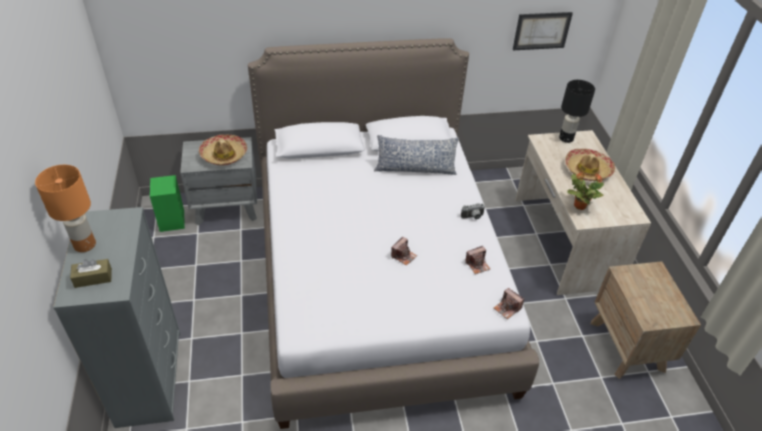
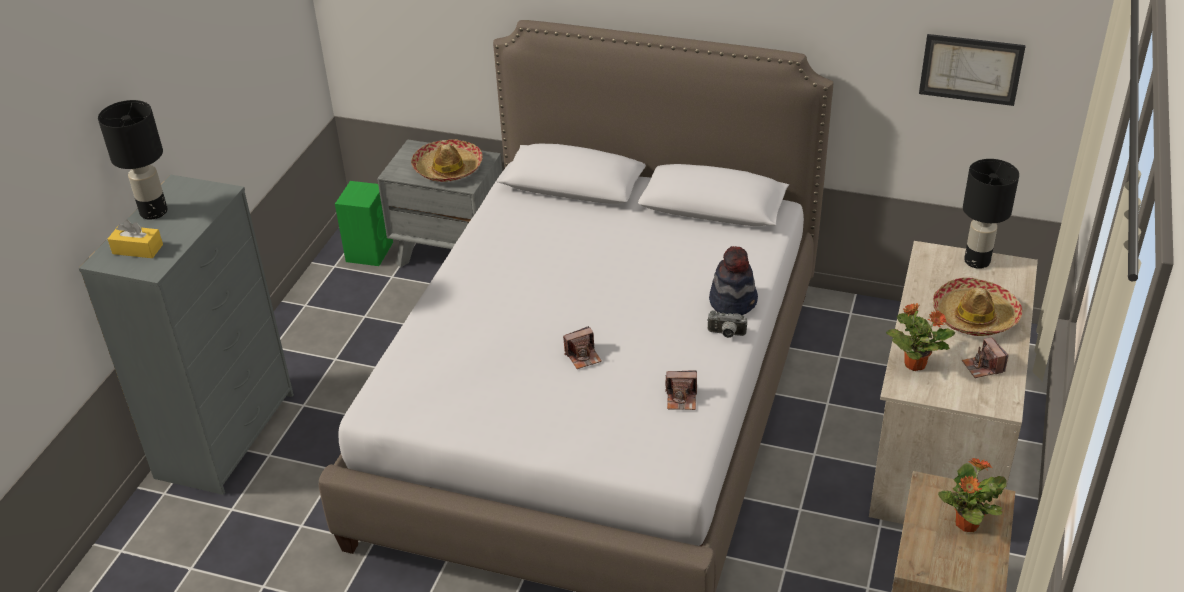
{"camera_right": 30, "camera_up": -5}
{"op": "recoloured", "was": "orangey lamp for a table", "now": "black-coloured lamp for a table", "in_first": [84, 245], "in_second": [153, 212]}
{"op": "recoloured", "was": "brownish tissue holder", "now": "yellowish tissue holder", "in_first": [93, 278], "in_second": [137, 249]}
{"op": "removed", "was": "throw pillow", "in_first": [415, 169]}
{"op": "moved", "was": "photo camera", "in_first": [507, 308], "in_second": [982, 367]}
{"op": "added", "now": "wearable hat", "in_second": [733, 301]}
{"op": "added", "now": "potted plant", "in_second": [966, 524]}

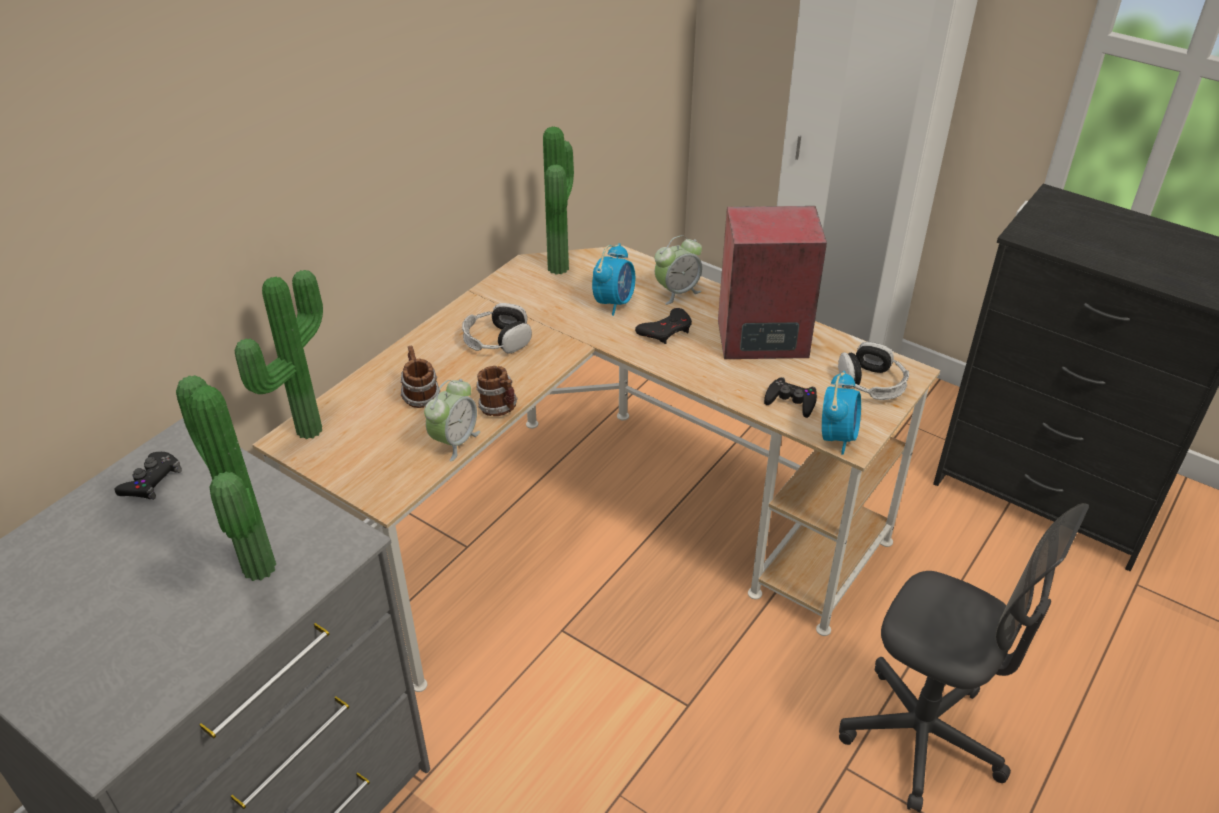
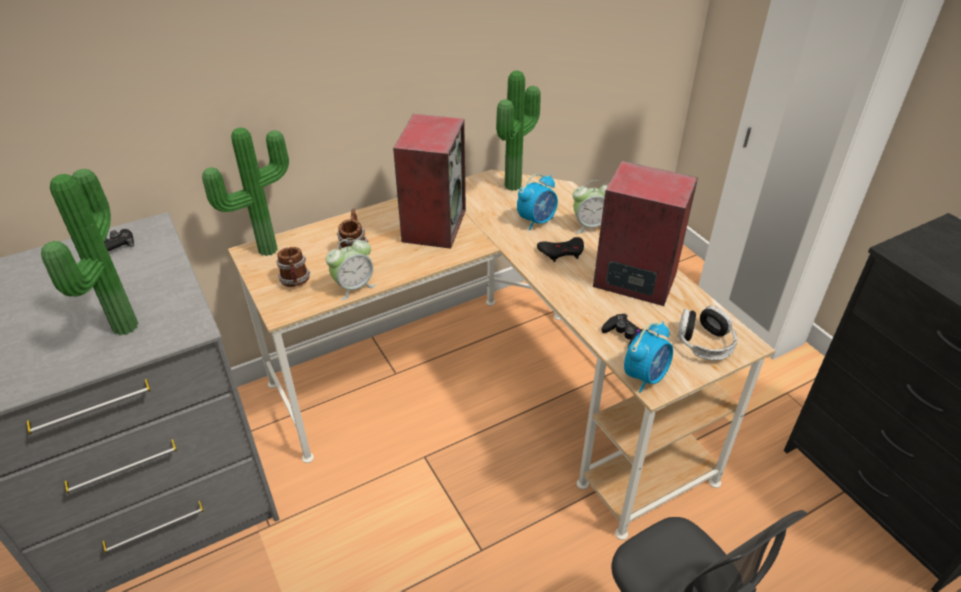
{"camera_right": 25, "camera_up": 0}
{"op": "replaced", "was": "headset", "now": "speaker", "in_first": [497, 340], "in_second": [433, 225]}
{"op": "moved", "was": "tea mug", "in_first": [500, 409], "in_second": [296, 282]}

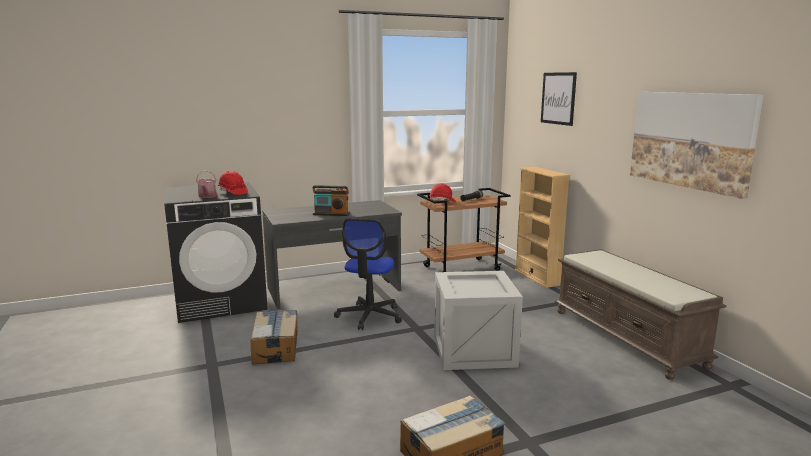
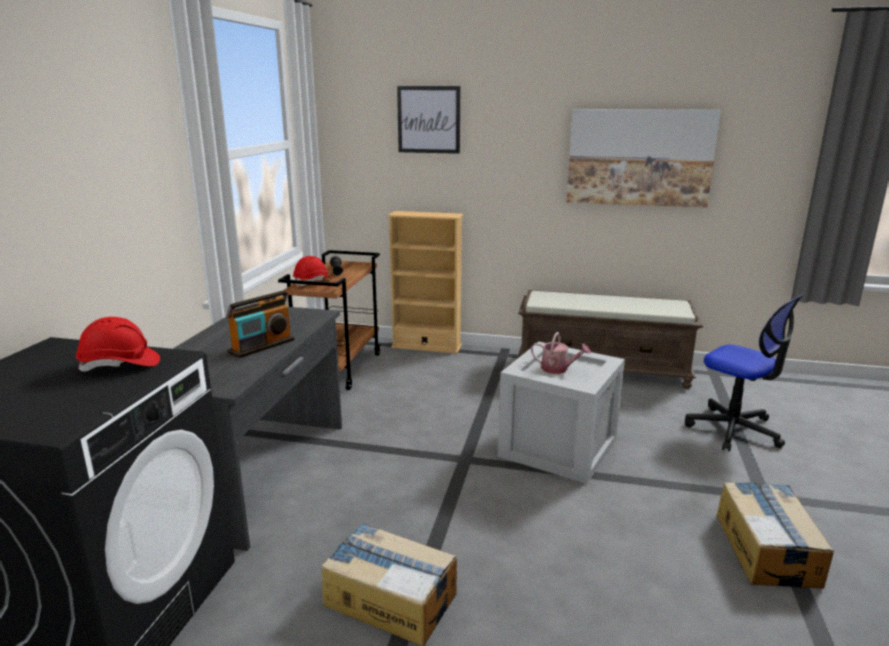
{"camera_right": -55, "camera_up": 5}
{"op": "moved", "was": "watering can", "in_first": [207, 196], "in_second": [558, 369]}
{"op": "moved", "was": "office chair", "in_first": [369, 316], "in_second": [734, 430]}

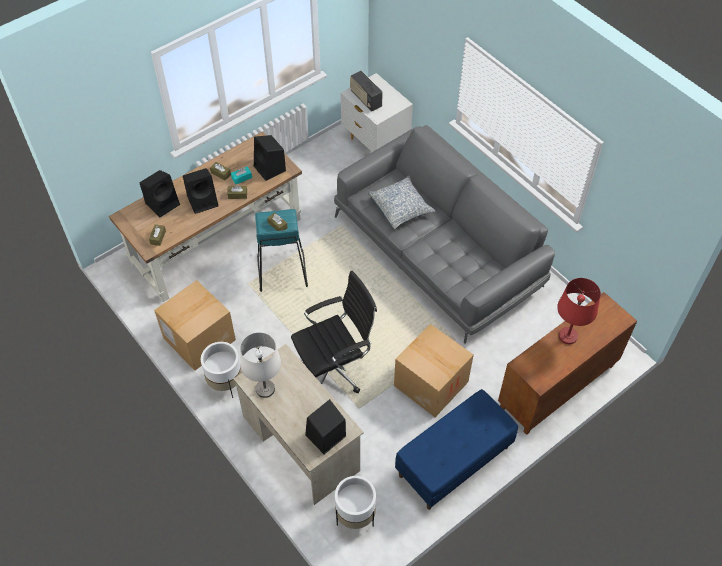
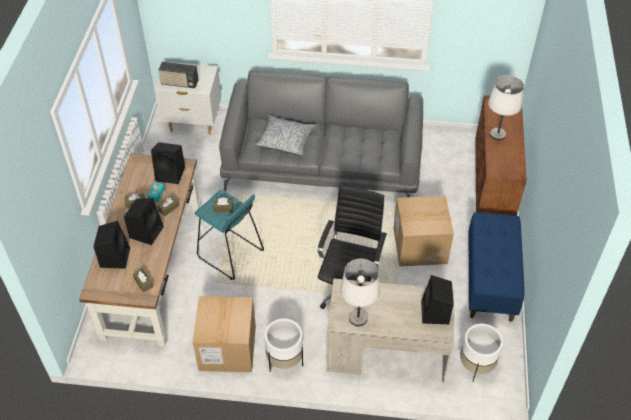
{"camera_right": -45, "camera_up": -5}
{"op": "recoloured", "was": "red-coloured lamp for a table", "now": "whitish lamp for a table", "in_first": [567, 336], "in_second": [497, 134]}

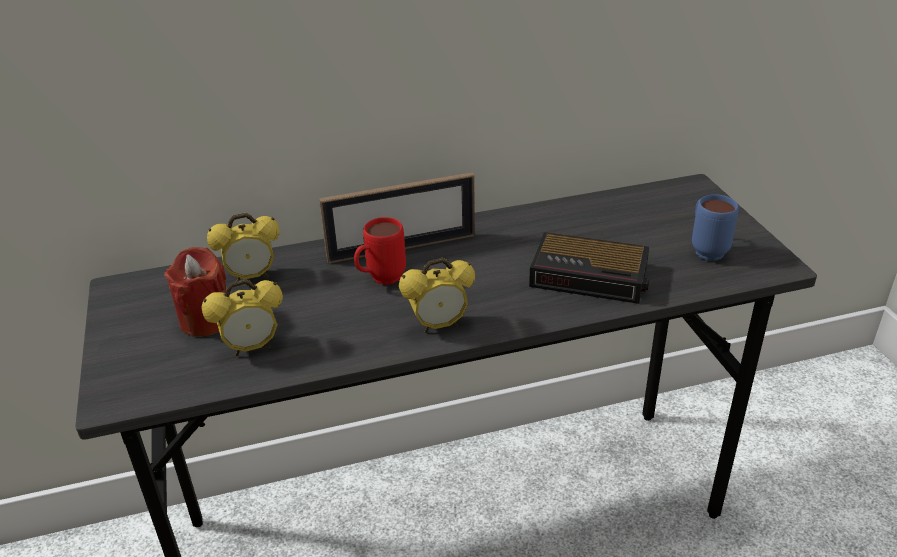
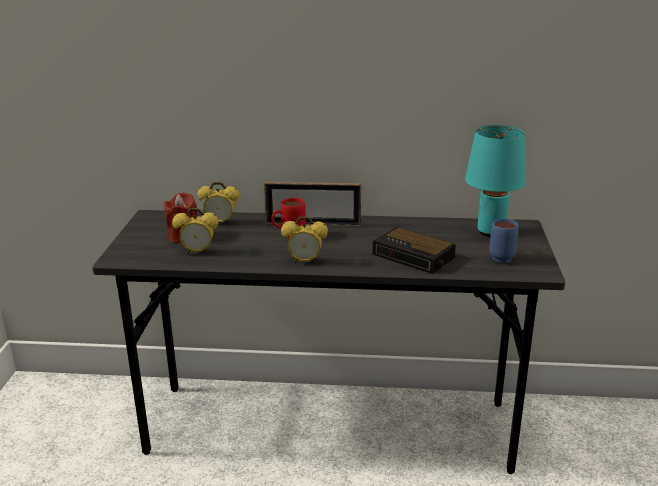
{"camera_right": 20, "camera_up": -10}
{"op": "added", "now": "turquoise-coloured lamp for a table", "in_second": [490, 232]}

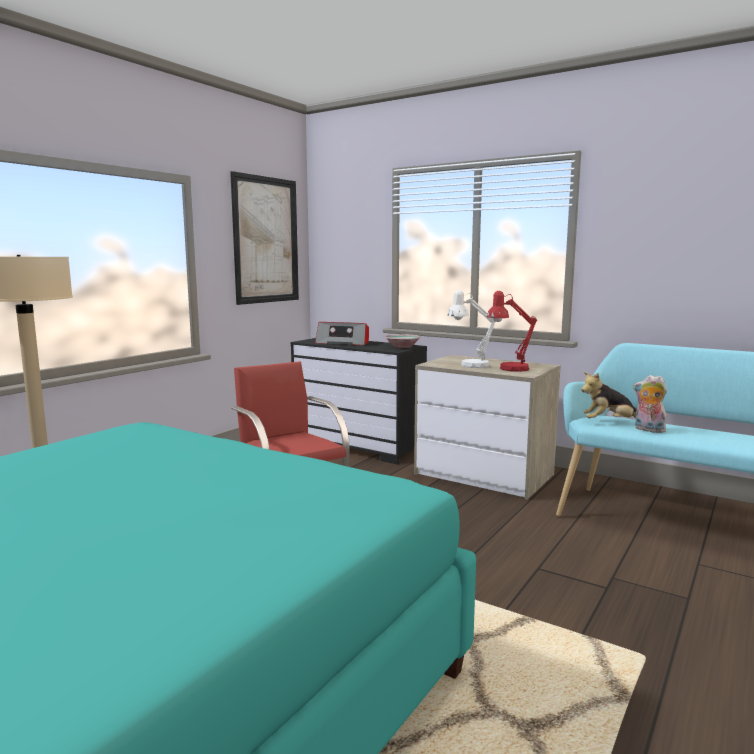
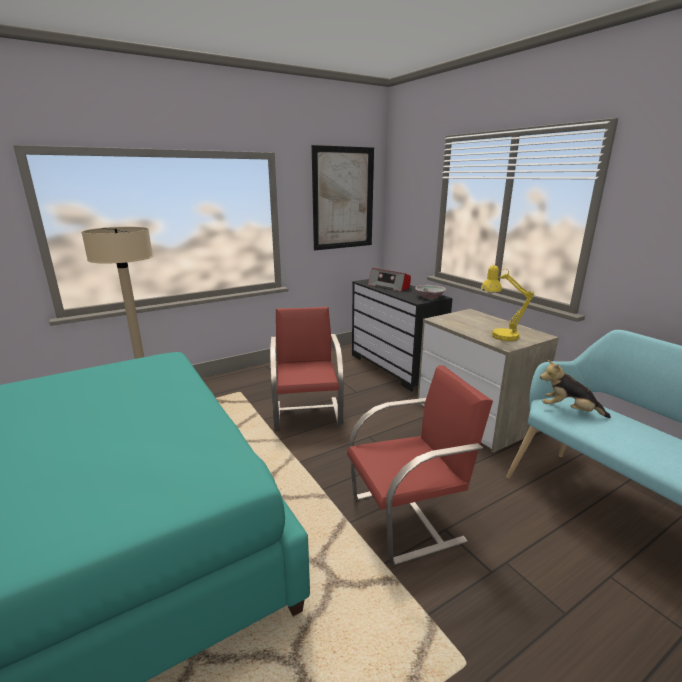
{"camera_right": 25, "camera_up": 10}
{"op": "removed", "was": "whitish lamp for a table", "in_first": [469, 366]}
{"op": "recoloured", "was": "red-coloured lamp for a table", "now": "yellowish lamp for a table", "in_first": [508, 369], "in_second": [499, 336]}
{"op": "removed", "was": "soft toy", "in_first": [648, 430]}
{"op": "added", "now": "red-coloured upright chair", "in_second": [409, 518]}

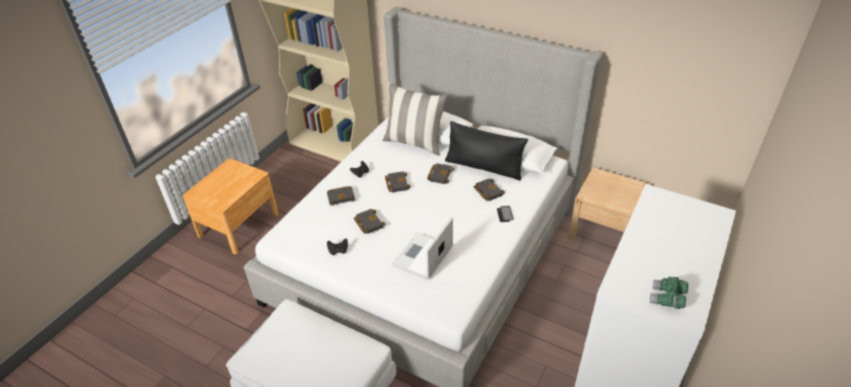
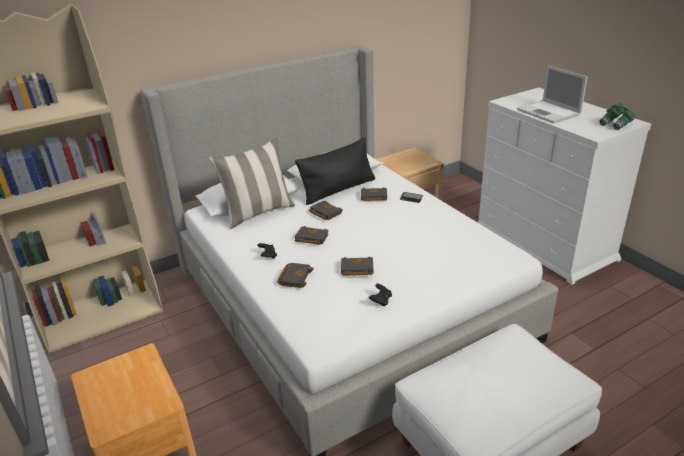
{"camera_right": -60, "camera_up": -10}
{"op": "moved", "was": "portable computer", "in_first": [422, 257], "in_second": [549, 112]}

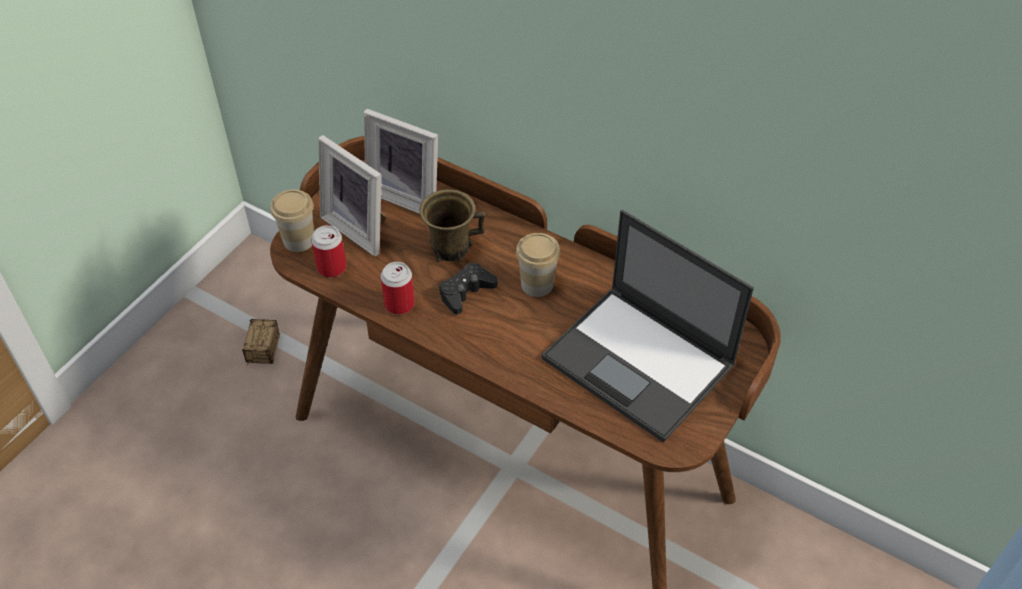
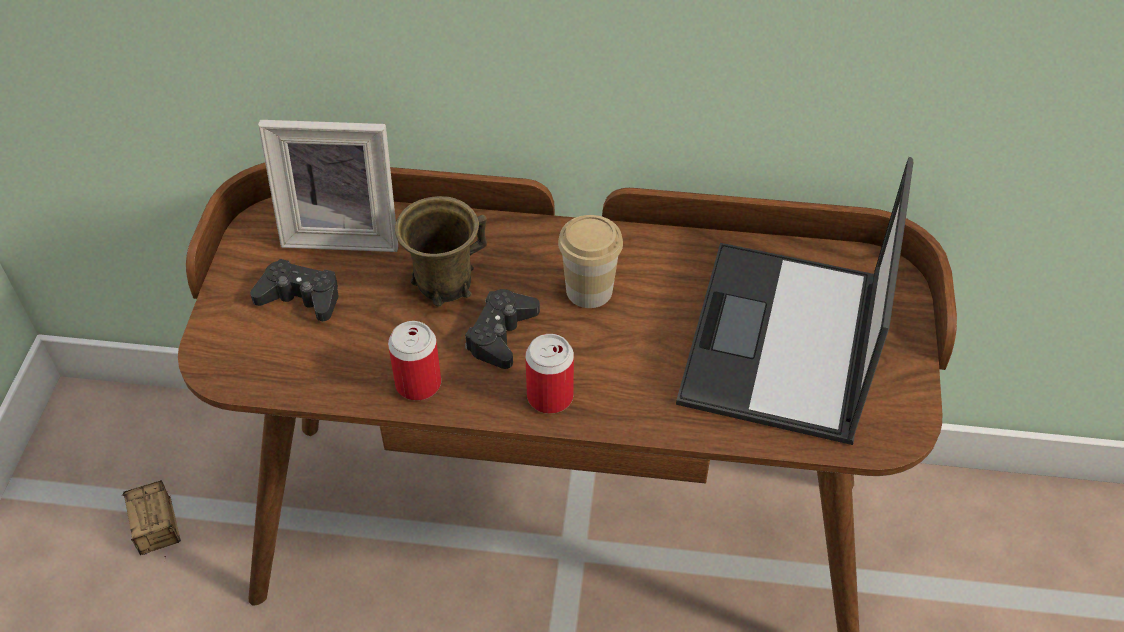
{"camera_right": -25, "camera_up": 0}
{"op": "removed", "was": "small cup", "in_first": [299, 240]}
{"op": "moved", "was": "can", "in_first": [331, 267], "in_second": [550, 396]}
{"op": "replaced", "was": "picture frame", "now": "black-coloured gamepad", "in_first": [360, 227], "in_second": [300, 297]}
{"op": "turned", "was": "portable computer", "in_first": [640, 363], "in_second": [782, 344], "clockwise": 90}

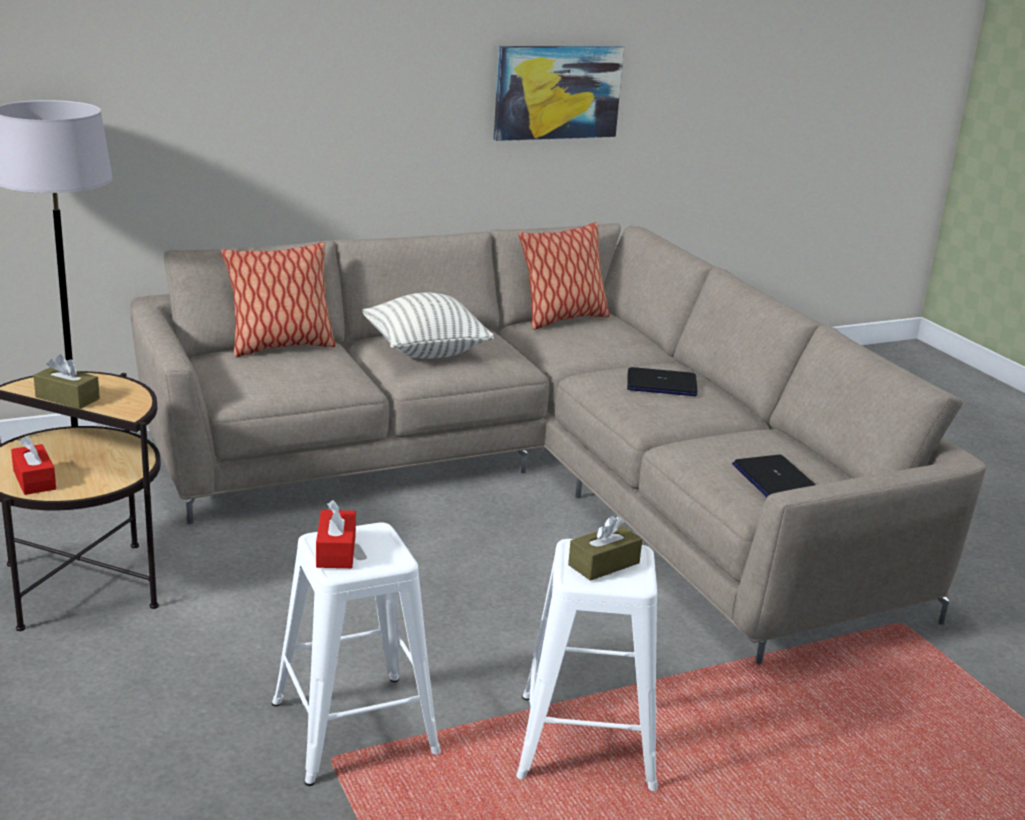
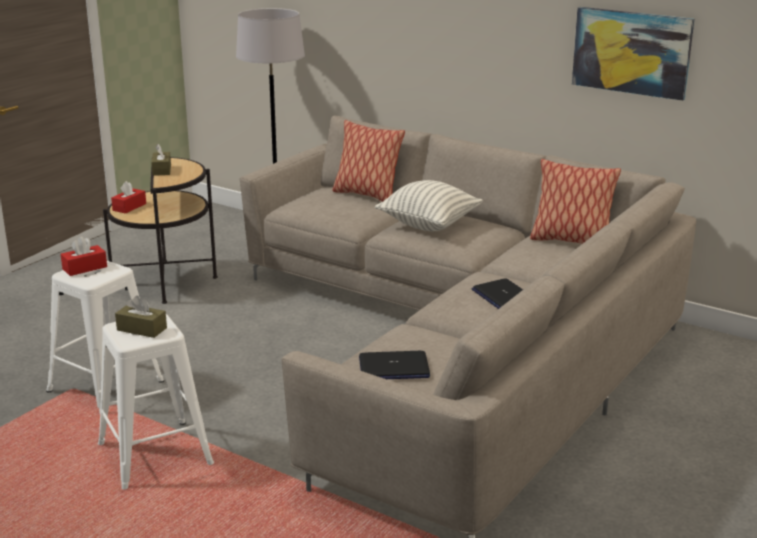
{"camera_right": 60, "camera_up": 0}
{"op": "turned", "was": "portable computer", "in_first": [774, 479], "in_second": [393, 368], "clockwise": -135}

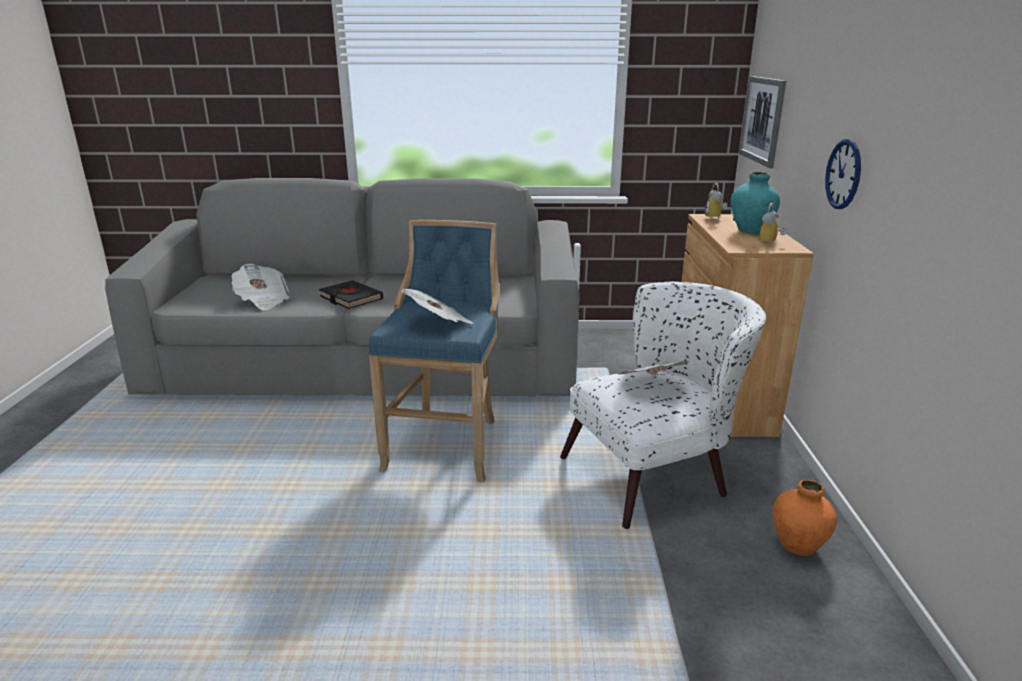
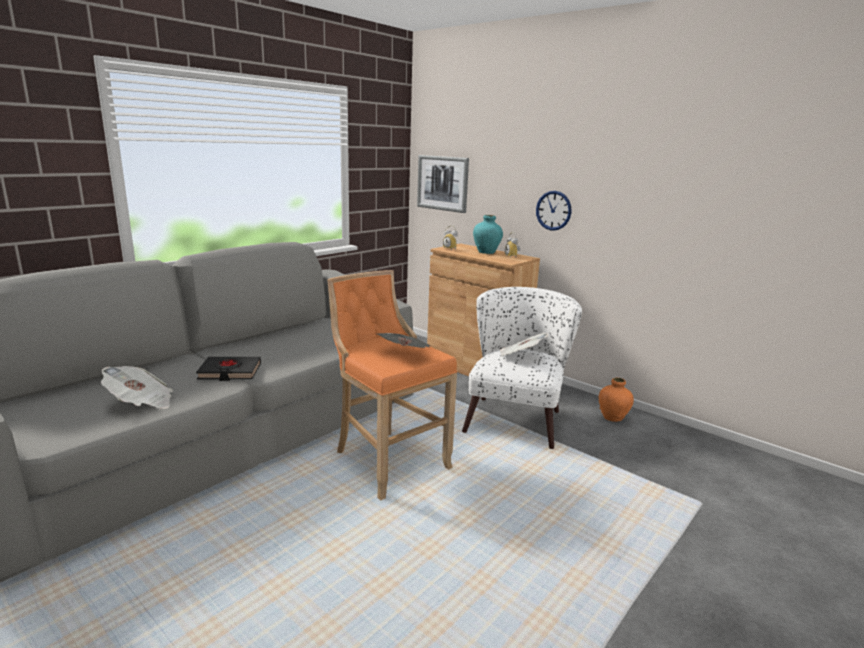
{"camera_right": -50, "camera_up": -5}
{"op": "recoloured", "was": "bluish stool seat", "now": "orangey stool seat", "in_first": [447, 444], "in_second": [387, 460]}

